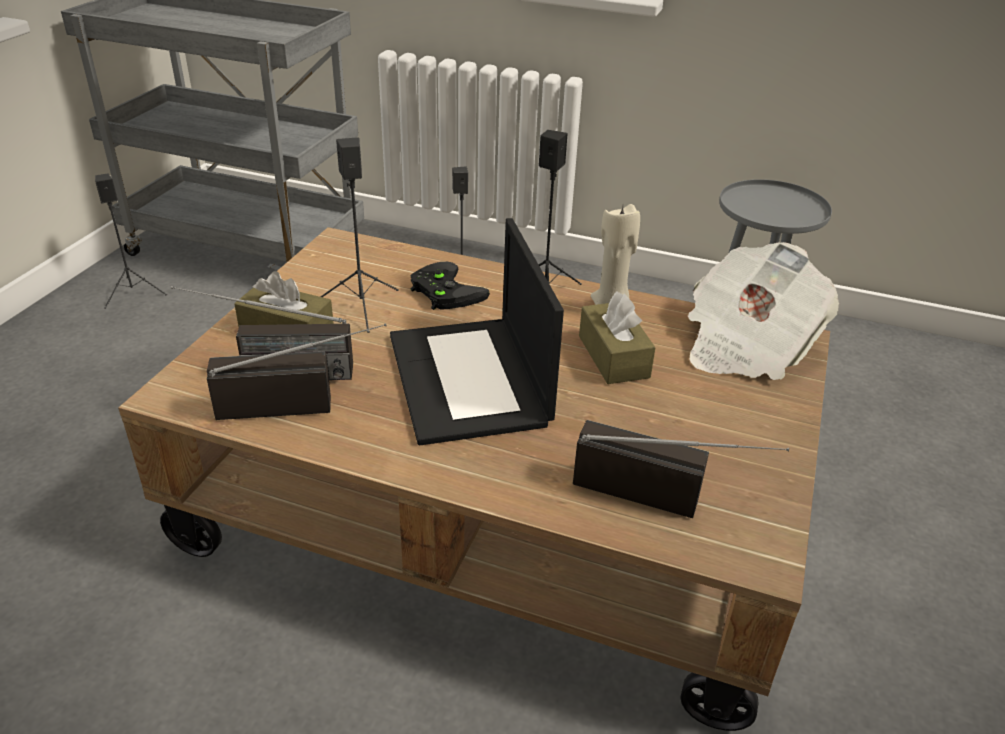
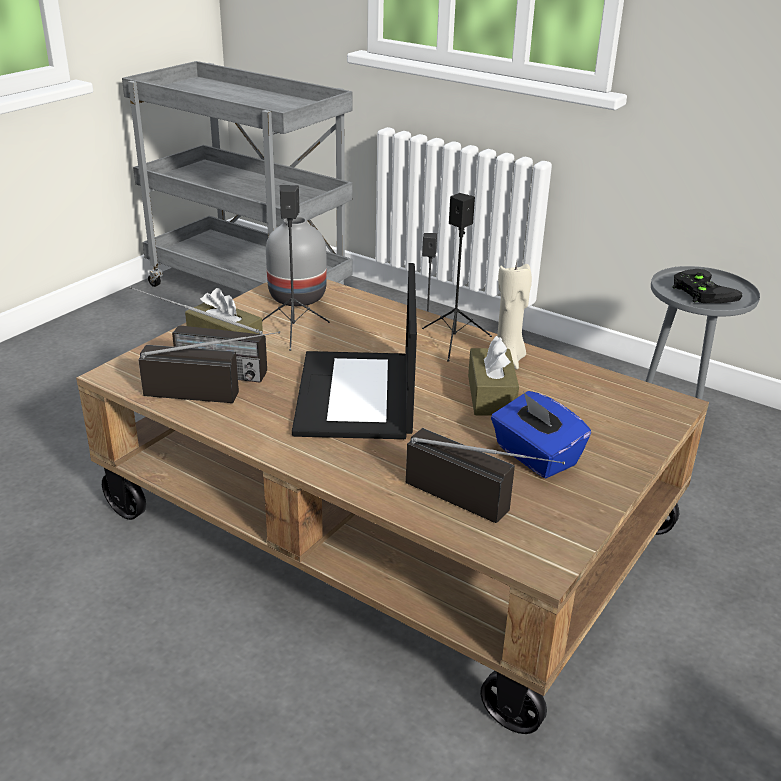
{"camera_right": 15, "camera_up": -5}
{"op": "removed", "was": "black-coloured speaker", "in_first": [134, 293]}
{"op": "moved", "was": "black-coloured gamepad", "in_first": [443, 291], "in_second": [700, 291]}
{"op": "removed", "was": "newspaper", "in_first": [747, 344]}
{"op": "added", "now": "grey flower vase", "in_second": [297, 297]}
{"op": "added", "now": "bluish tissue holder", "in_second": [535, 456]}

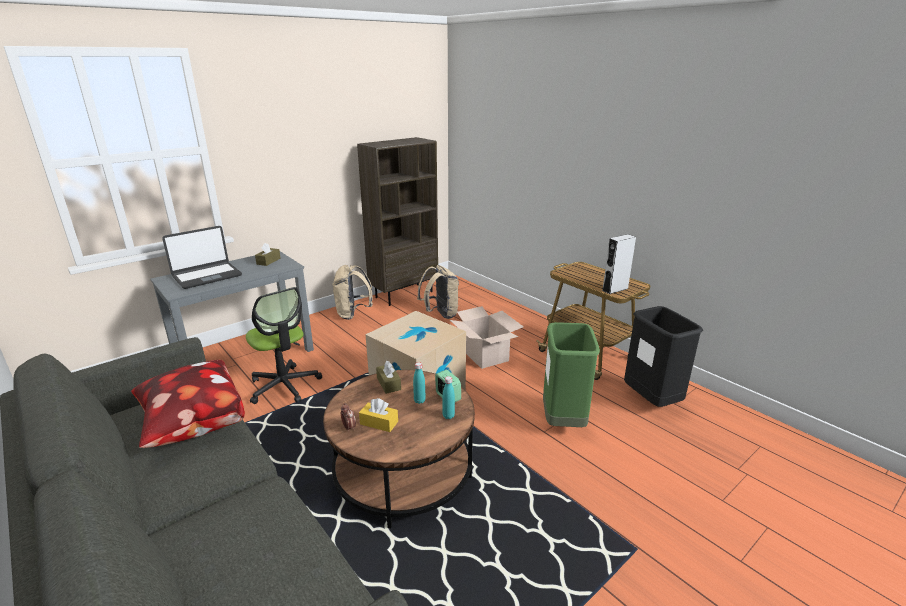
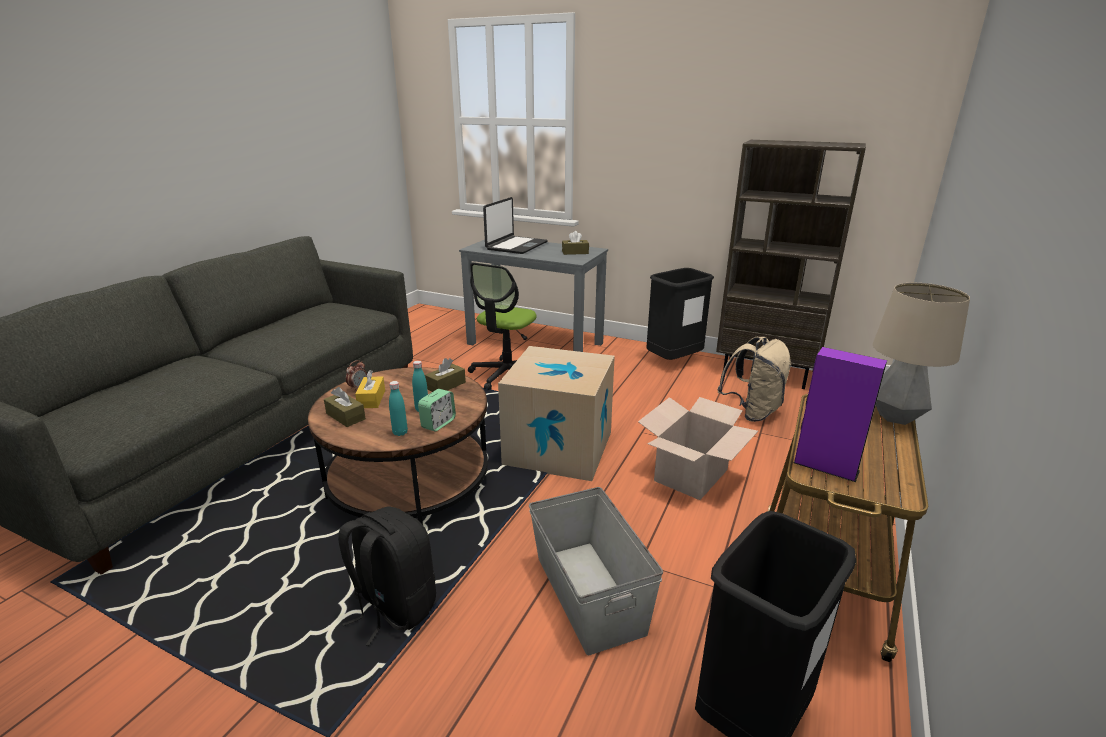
{"camera_right": 65, "camera_up": 0}
{"op": "removed", "was": "throw pillow", "in_first": [193, 426]}
{"op": "turned", "was": "portable computer", "in_first": [207, 276], "in_second": [516, 246], "clockwise": -90}
{"op": "replaced", "was": "sand-coloured knapsack", "now": "black-coloured waste bin", "in_first": [353, 314], "in_second": [673, 361]}
{"op": "replaced", "was": "green-coloured waste bin", "now": "grey storage container", "in_first": [563, 421], "in_second": [589, 592]}
{"op": "recoloured", "was": "grey speaker", "now": "purplish speaker", "in_first": [615, 289], "in_second": [826, 466]}
{"op": "added", "now": "brownish tissue holder", "in_second": [345, 416]}
{"op": "added", "now": "black-coloured knapsack", "in_second": [393, 607]}
{"op": "added", "now": "lamp for a table", "in_second": [896, 417]}

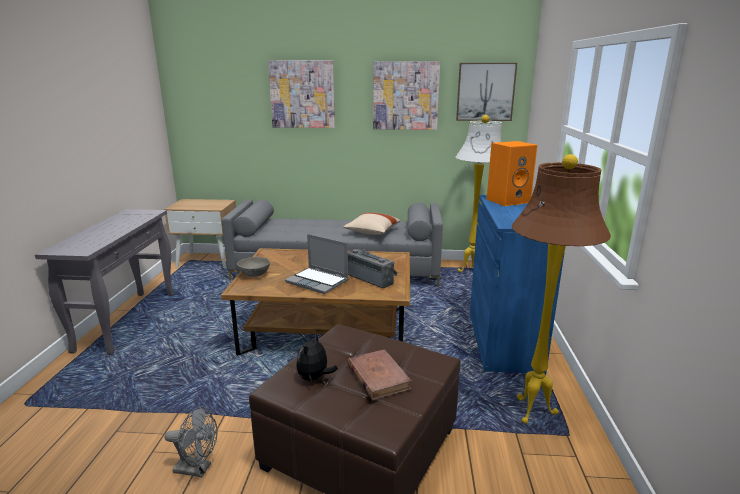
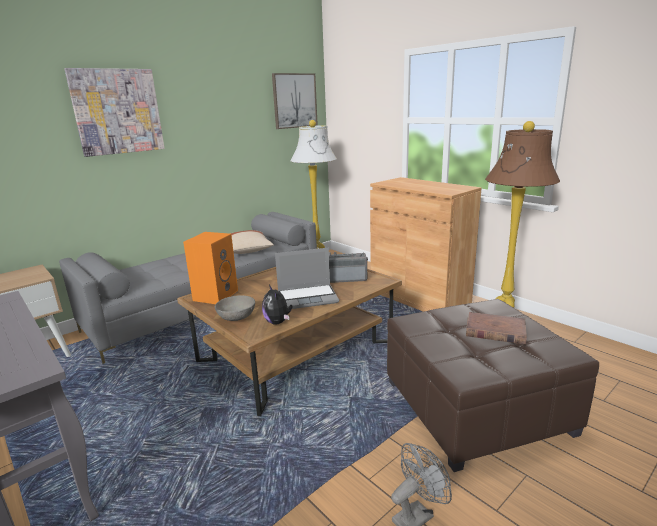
{"camera_right": -45, "camera_up": 0}
{"op": "moved", "was": "soft toy", "in_first": [314, 378], "in_second": [278, 322]}
{"op": "removed", "was": "wall picture", "in_first": [405, 95]}
{"op": "recoloured", "was": "bluish cupboard", "now": "brownish cupboard", "in_first": [503, 341], "in_second": [419, 298]}
{"op": "moved", "was": "orangey speaker", "in_first": [508, 200], "in_second": [215, 295]}

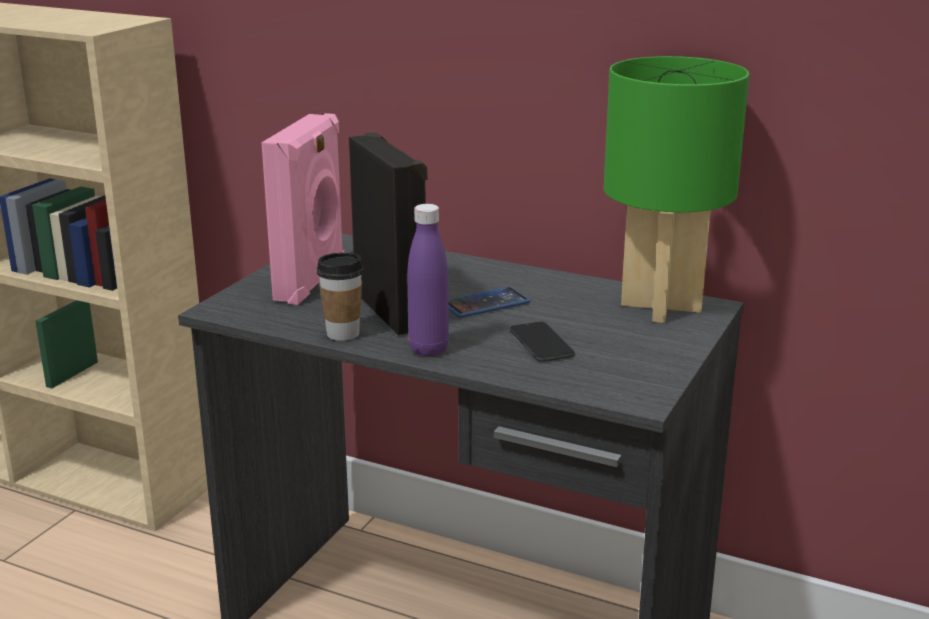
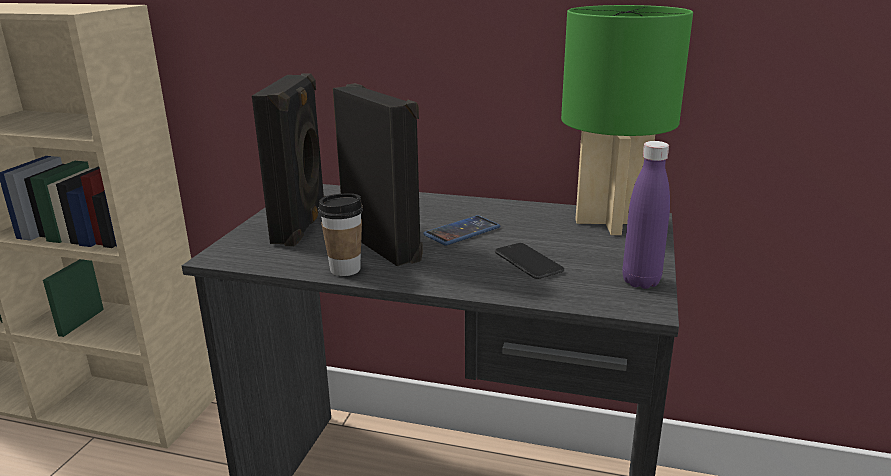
{"camera_right": -10, "camera_up": 0}
{"op": "recoloured", "was": "pinkish speaker", "now": "black-coloured speaker", "in_first": [312, 282], "in_second": [302, 225]}
{"op": "moved", "was": "purplish bottle", "in_first": [428, 349], "in_second": [641, 281]}

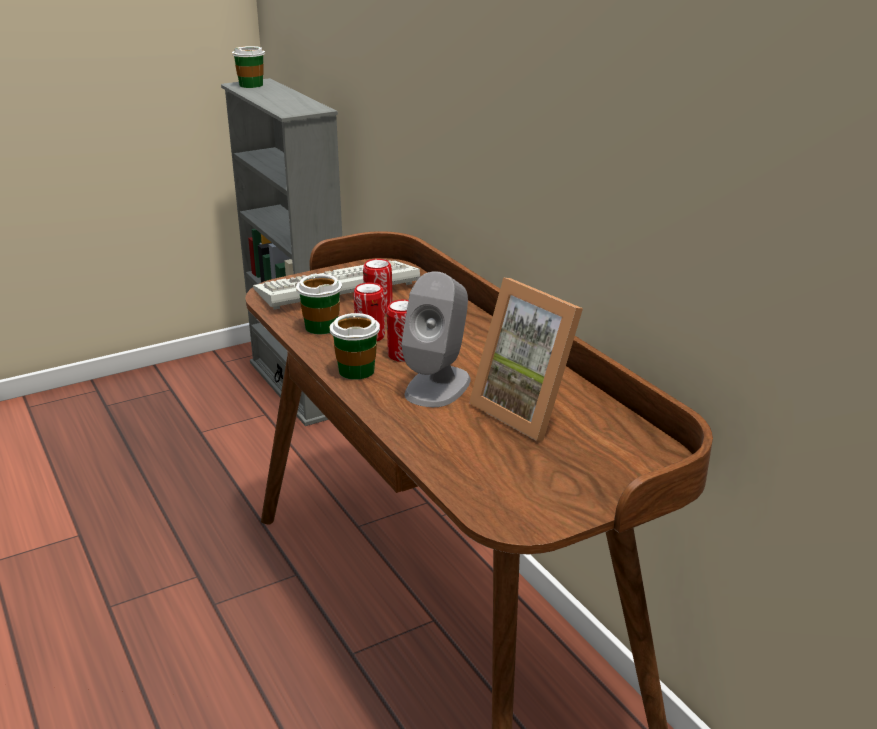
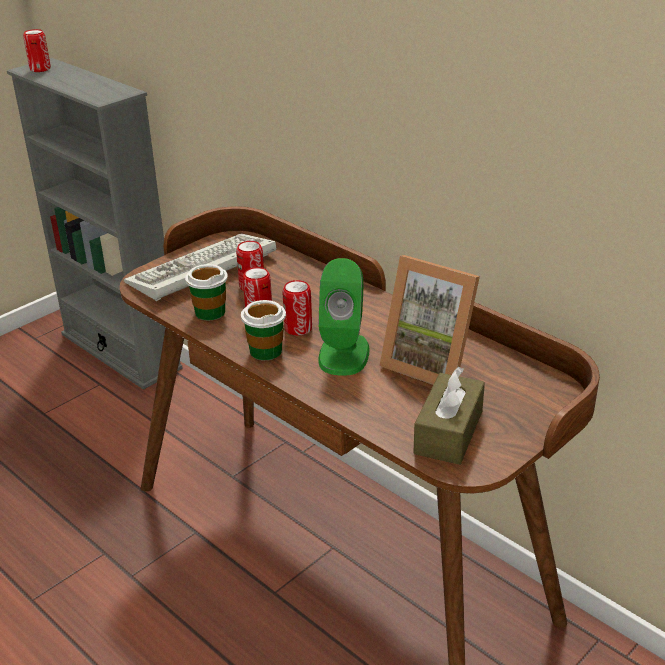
{"camera_right": -15, "camera_up": 5}
{"op": "replaced", "was": "small cup", "now": "can", "in_first": [251, 85], "in_second": [40, 69]}
{"op": "recoloured", "was": "grey speaker", "now": "green-coloured speaker", "in_first": [438, 386], "in_second": [344, 353]}
{"op": "added", "now": "brownish tissue holder", "in_second": [448, 432]}

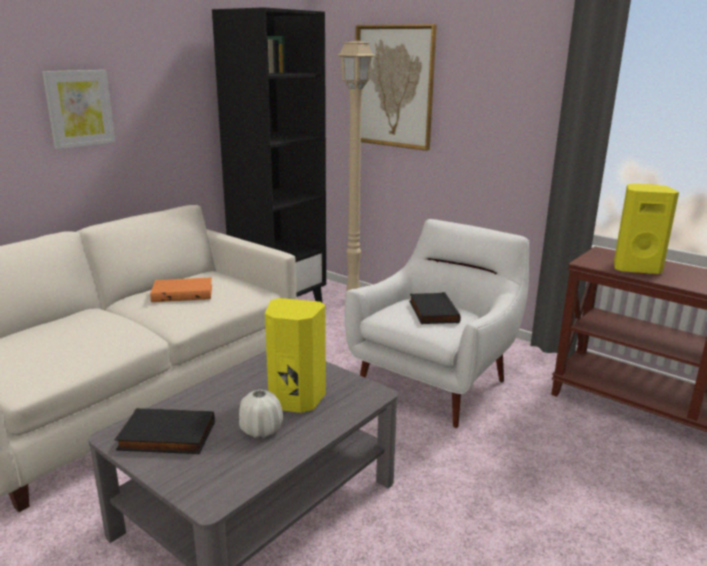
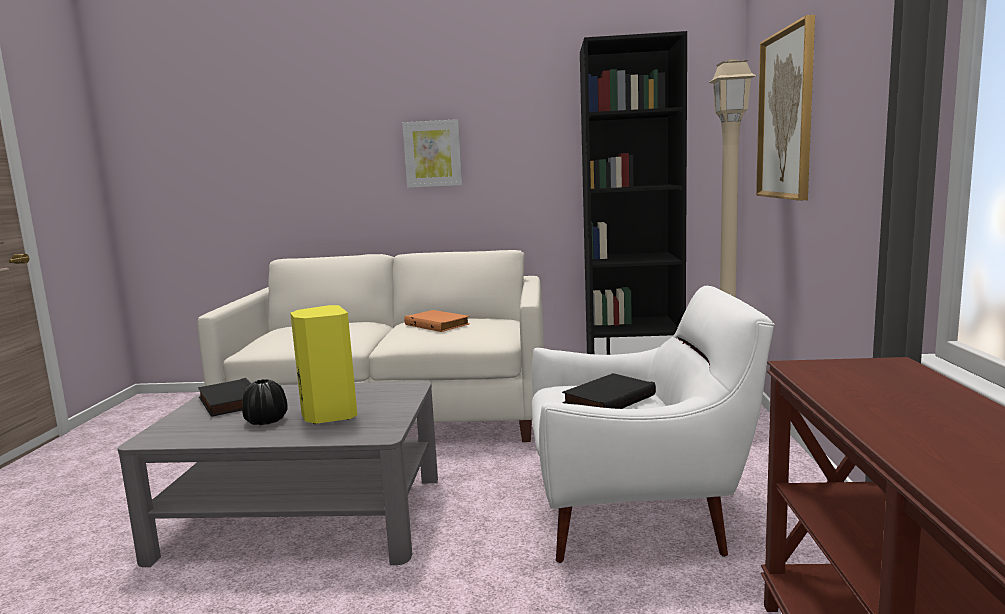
{"camera_right": 55, "camera_up": -10}
{"op": "recoloured", "was": "whitish flower vase", "now": "black-coloured flower vase", "in_first": [261, 430], "in_second": [266, 421]}
{"op": "removed", "was": "yellowish speaker", "in_first": [635, 268]}

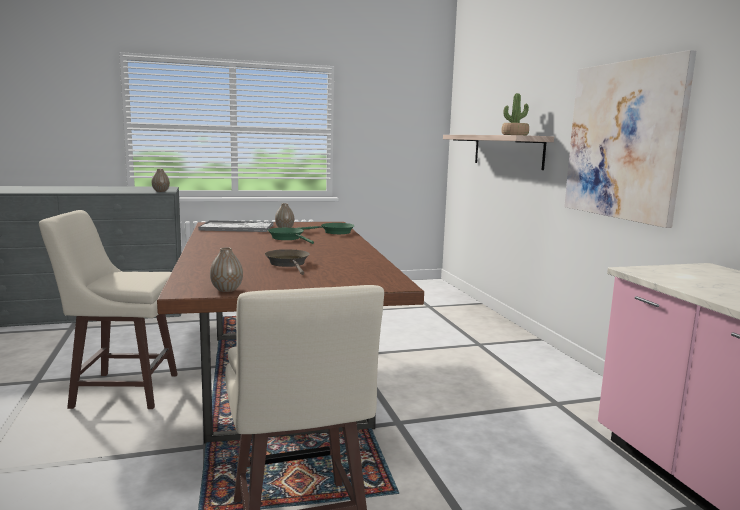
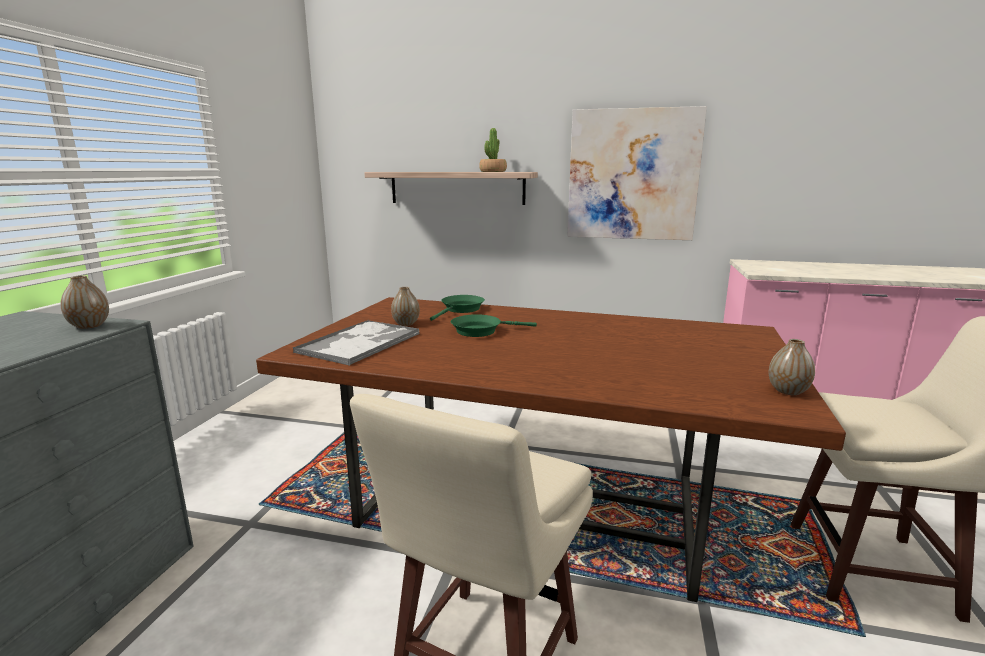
{"camera_right": -60, "camera_up": 5}
{"op": "removed", "was": "brownish pan", "in_first": [289, 264]}

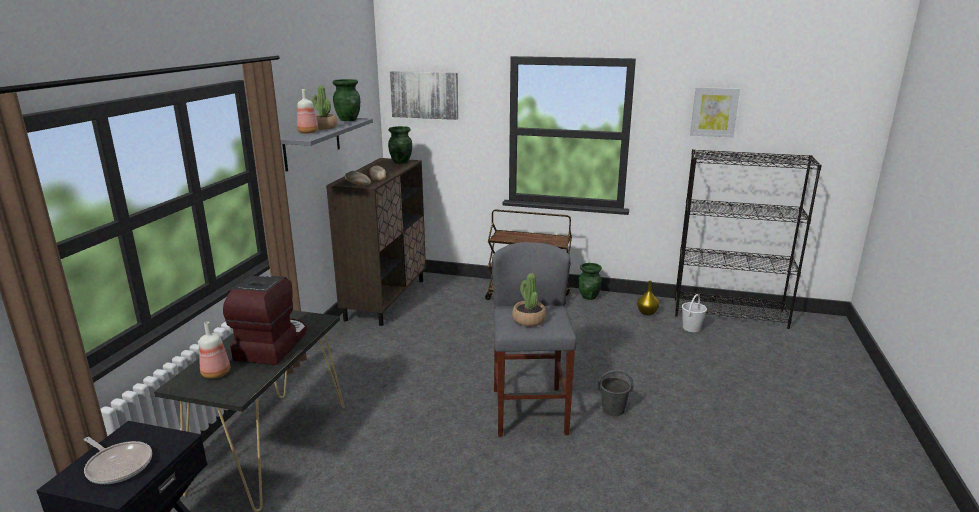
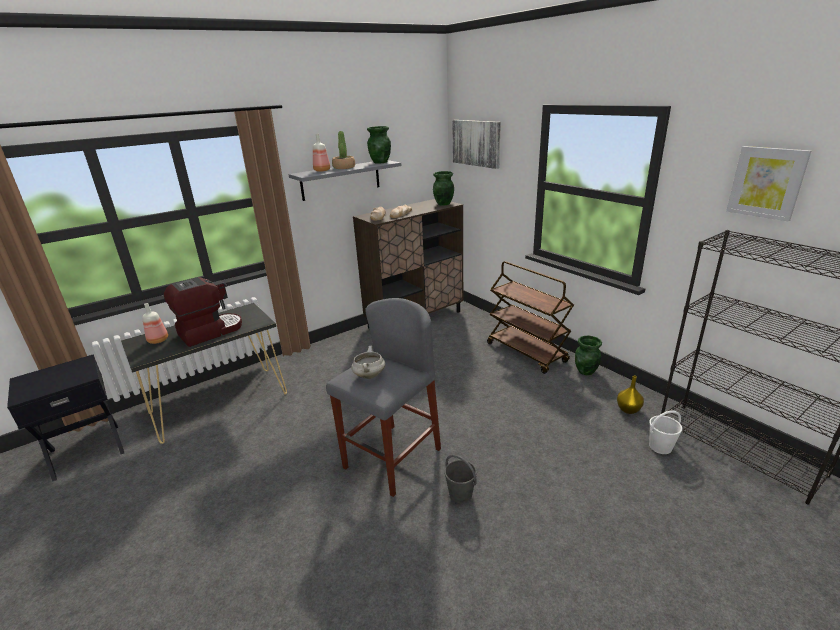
{"camera_right": 40, "camera_up": 5}
{"op": "removed", "was": "pan", "in_first": [118, 465]}
{"op": "replaced", "was": "potted plant", "now": "whitish stockpot", "in_first": [528, 320], "in_second": [369, 375]}

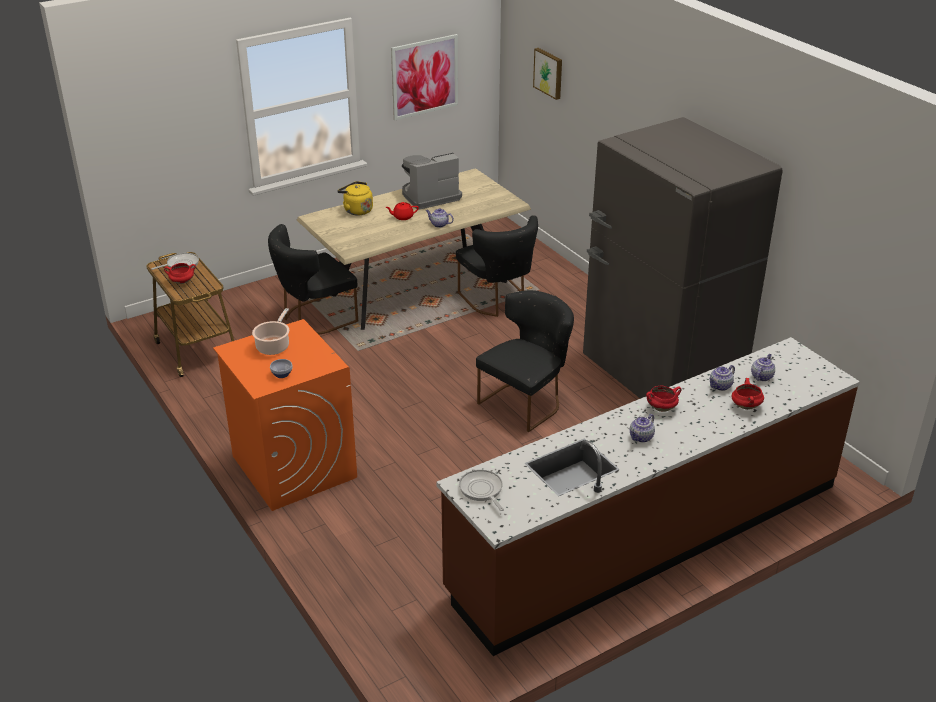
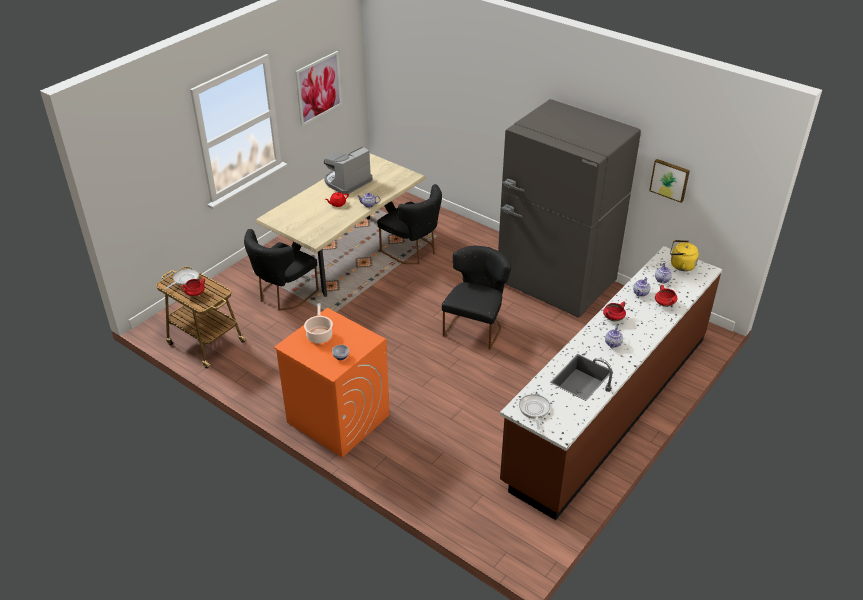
{"camera_right": -20, "camera_up": 5}
{"op": "moved", "was": "yellowish water kettle", "in_first": [356, 210], "in_second": [680, 265]}
{"op": "turned", "was": "pan", "in_first": [482, 490], "in_second": [534, 410], "clockwise": 45}
{"op": "moved", "was": "wall picture", "in_first": [549, 73], "in_second": [670, 179]}

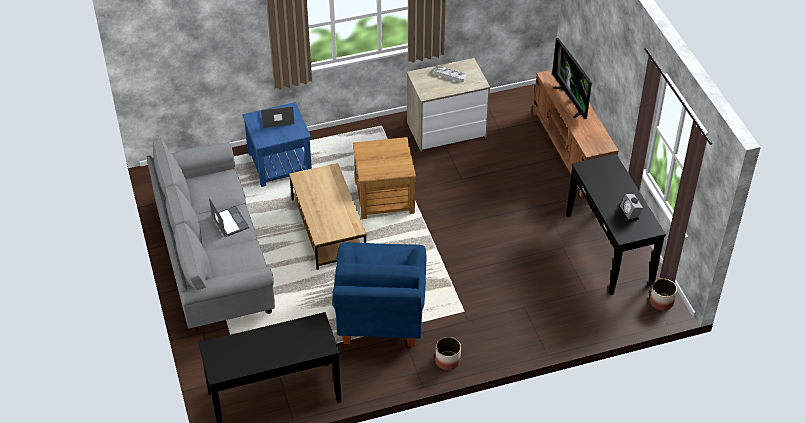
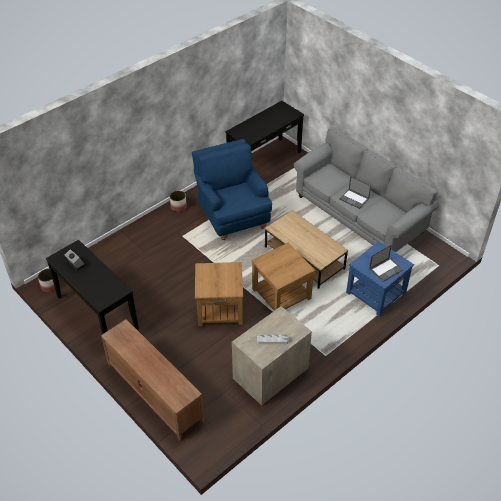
{"camera_right": 155, "camera_up": 0}
{"op": "removed", "was": "TV", "in_first": [571, 100]}
{"op": "added", "now": "brownish side table", "in_second": [220, 308]}

